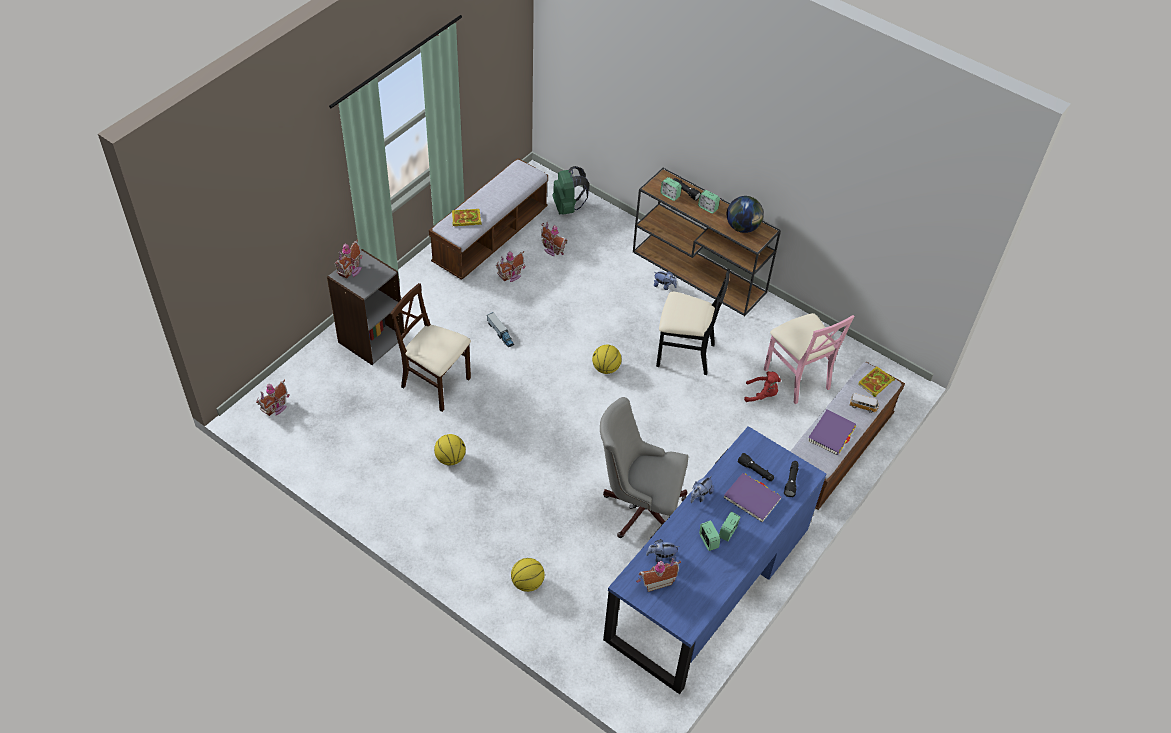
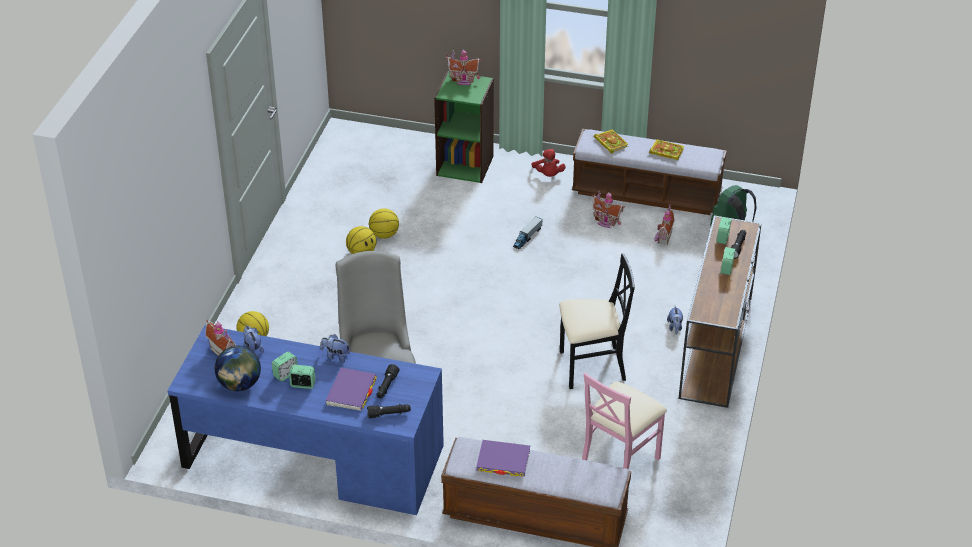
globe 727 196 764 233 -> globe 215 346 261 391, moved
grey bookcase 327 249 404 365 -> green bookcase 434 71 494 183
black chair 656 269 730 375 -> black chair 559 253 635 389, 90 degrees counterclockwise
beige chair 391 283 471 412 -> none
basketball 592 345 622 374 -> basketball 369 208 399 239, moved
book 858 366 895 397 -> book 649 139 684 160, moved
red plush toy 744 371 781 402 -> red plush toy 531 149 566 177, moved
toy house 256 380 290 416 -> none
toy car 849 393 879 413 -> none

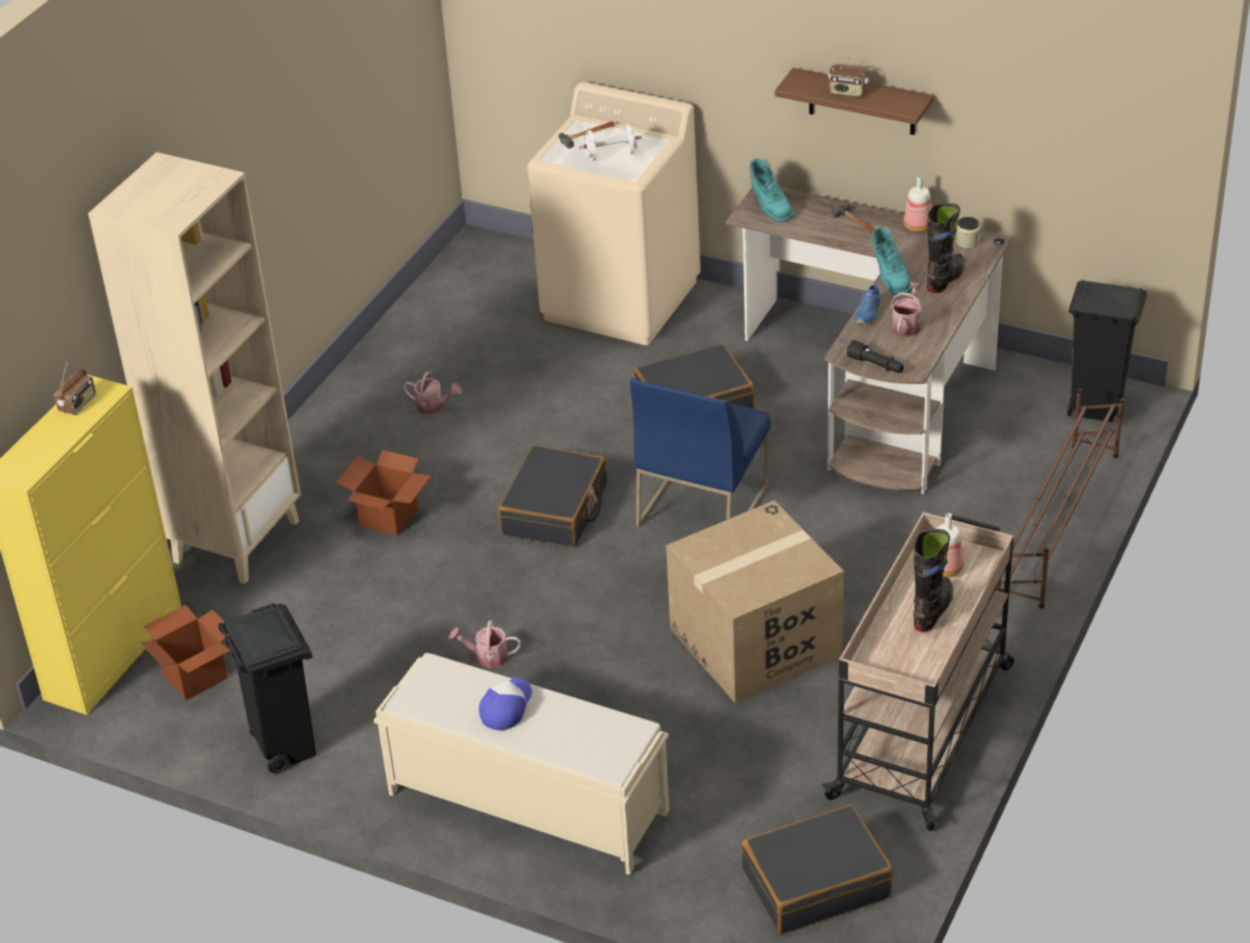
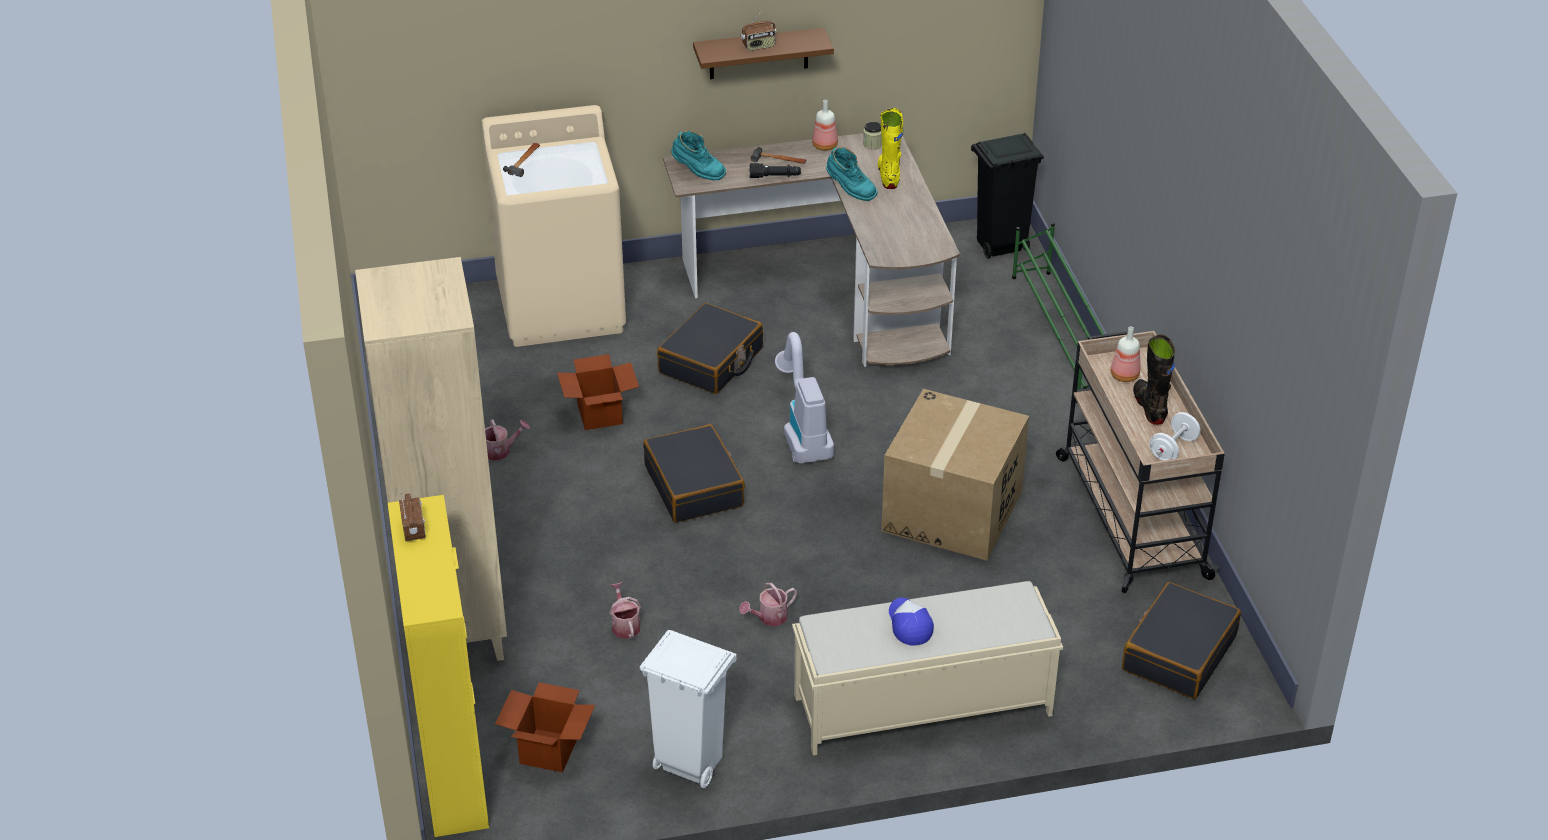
white dumbbell 579 124 642 161 -> white dumbbell 1150 412 1200 461, moved
black boot 927 203 965 293 -> yellow boot 878 108 903 189
blue shoe 854 281 881 325 -> none
watering can 890 282 922 337 -> watering can 610 582 641 639, moved
black flashlight 846 340 904 373 -> black flashlight 750 163 801 178, moved
blue chair 630 378 771 527 -> vacuum cleaner 775 332 834 463
brown shoe rack 996 388 1124 608 -> green shoe rack 1012 223 1105 403
cardboard box 336 450 431 536 -> cardboard box 557 354 639 430, moved
black trash can 218 603 316 773 -> white trash can 640 630 737 788

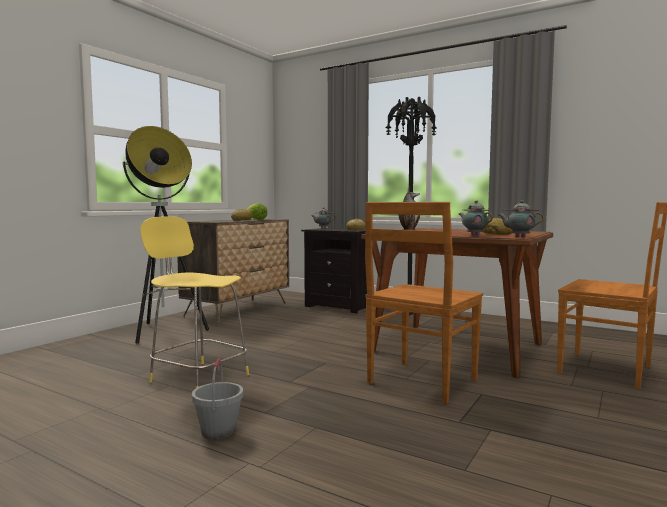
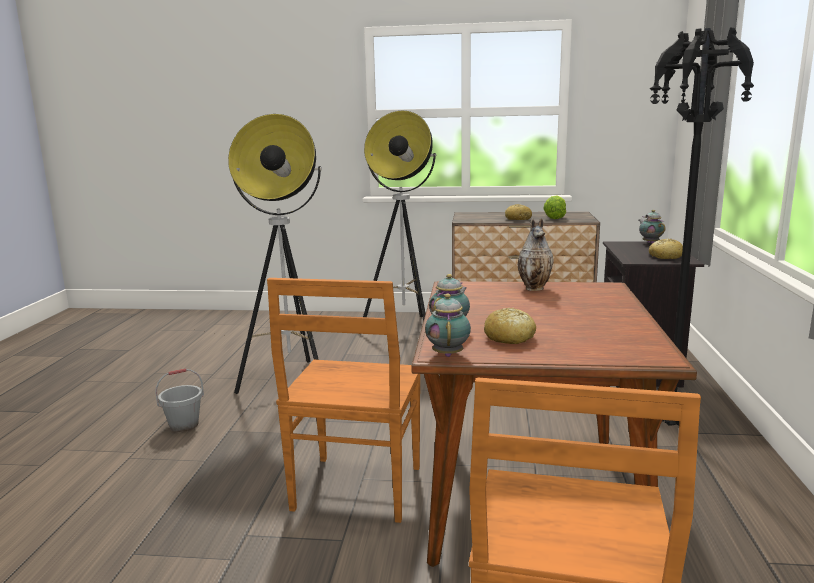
brown chair 365 202 483 404 -> brown chair 267 278 420 523, 90 degrees counterclockwise
yellow stool 140 216 249 388 -> floor lamp 228 114 322 394

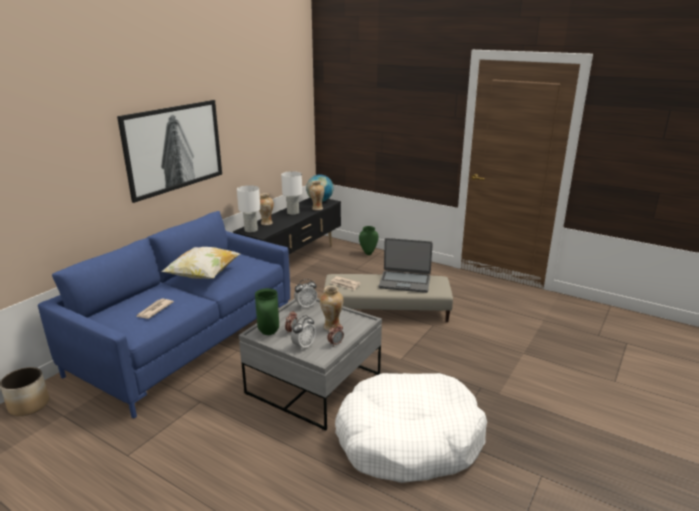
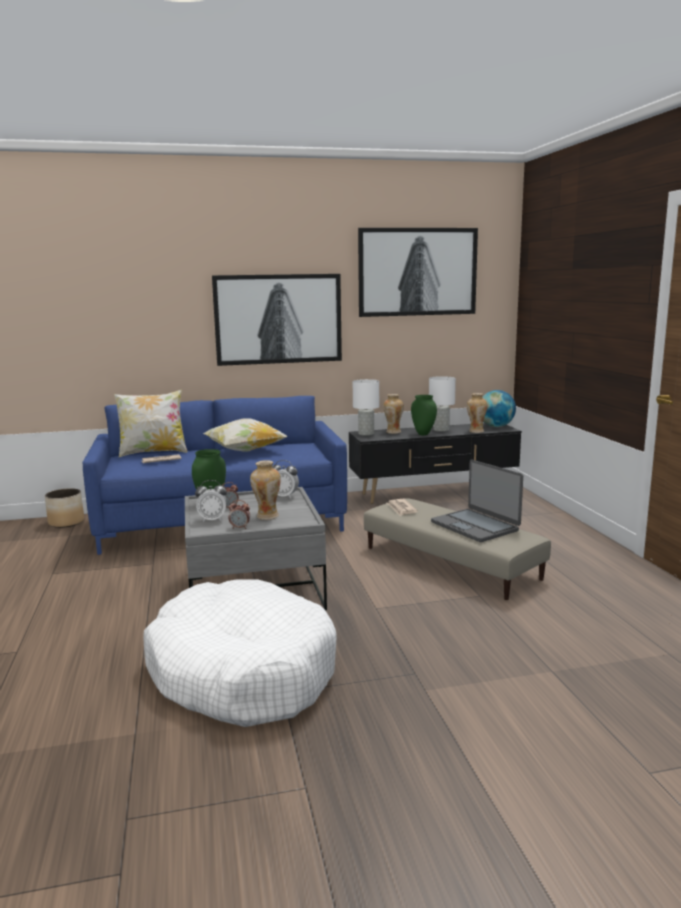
green vase 359 226 378 255 -> green vase 411 395 437 435, moved
none -> picture 358 228 478 317
none -> pillow 114 390 187 457

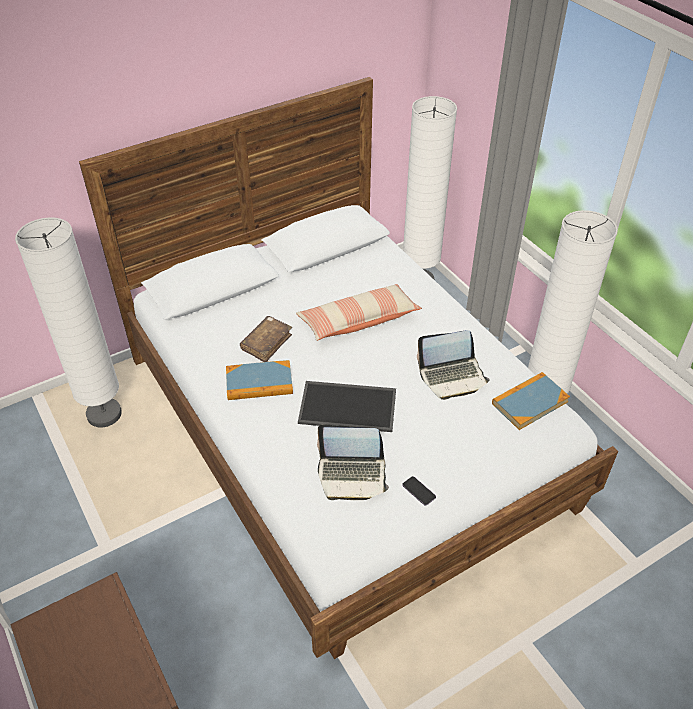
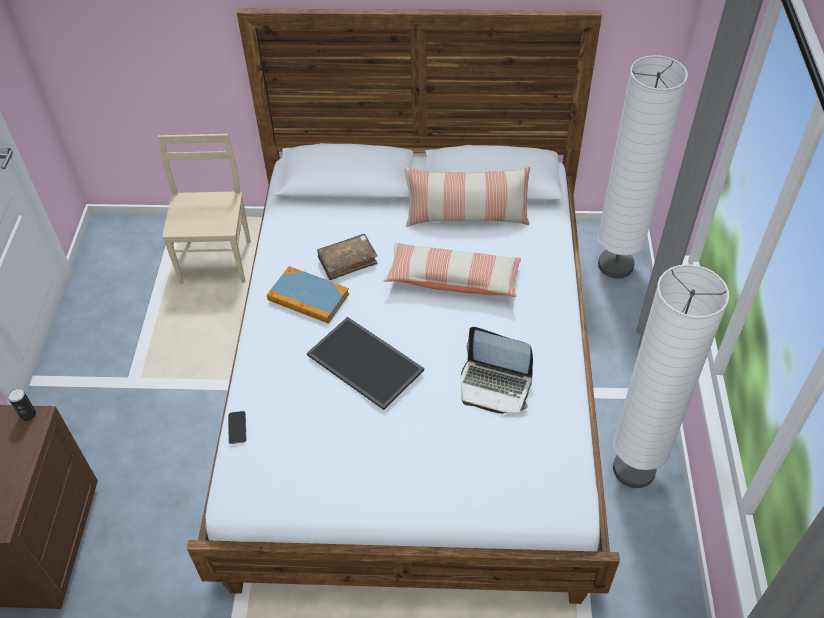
white floor lamp 15 217 122 427 -> beige chair 158 134 251 284
book 492 372 570 430 -> none
laptop 317 425 389 500 -> none
phone 402 476 436 506 -> phone 228 411 246 444, moved
none -> pillow 405 167 530 227
none -> can 8 388 36 421

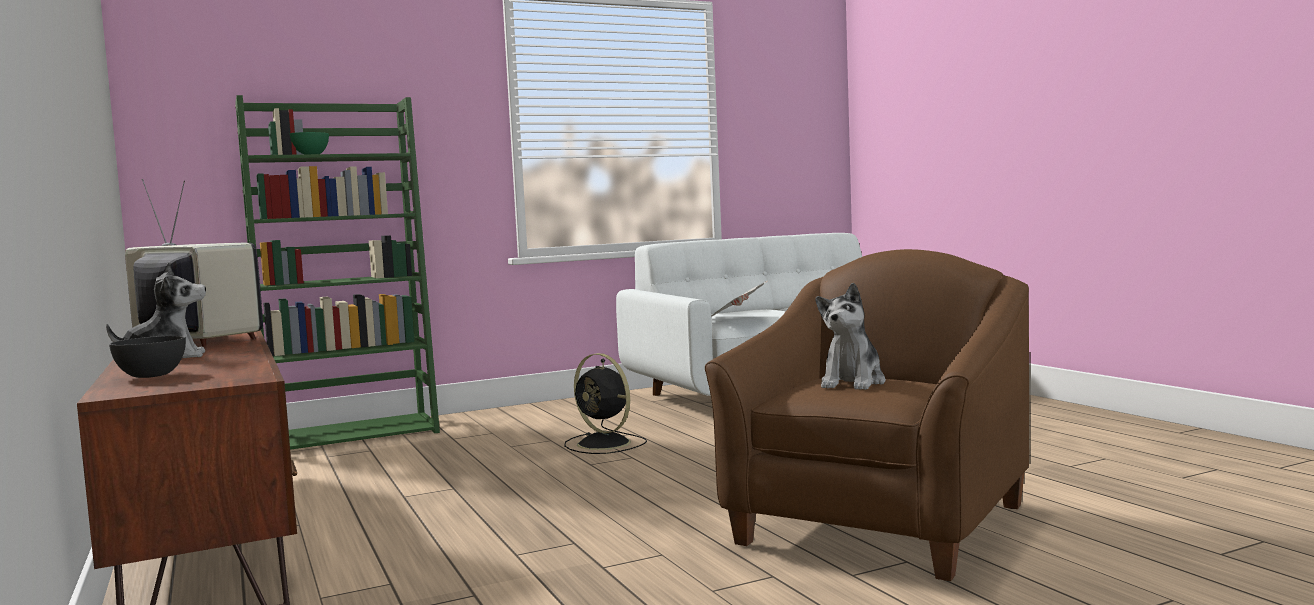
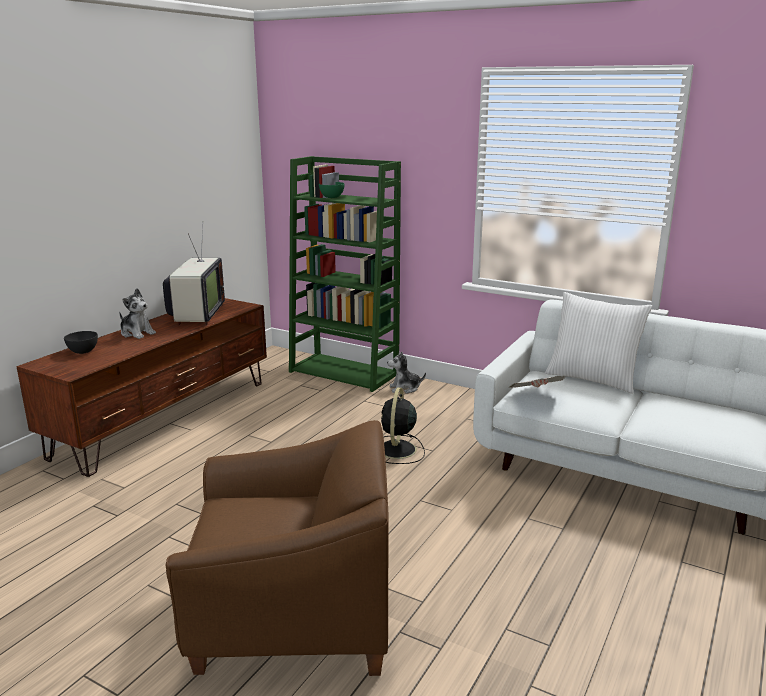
plush toy 816 283 886 390 -> plush toy 387 352 426 393, moved
none -> white pillow 545 292 652 394

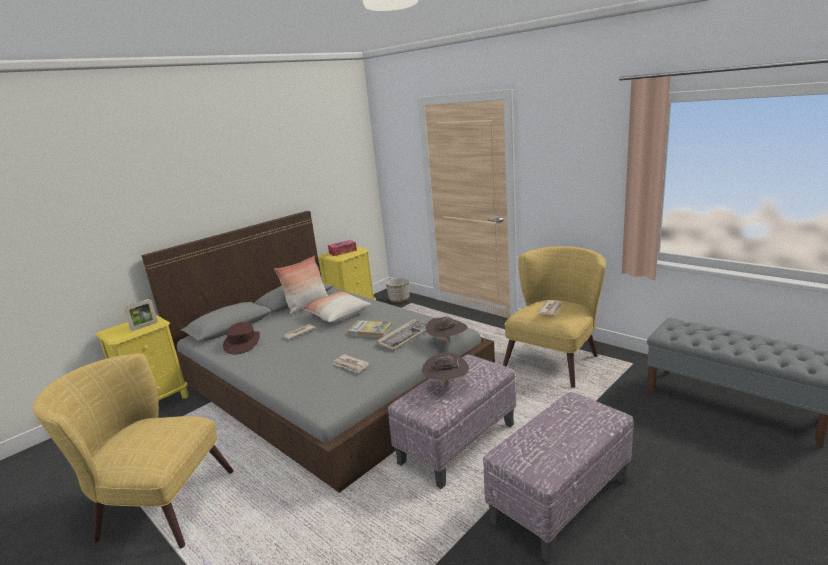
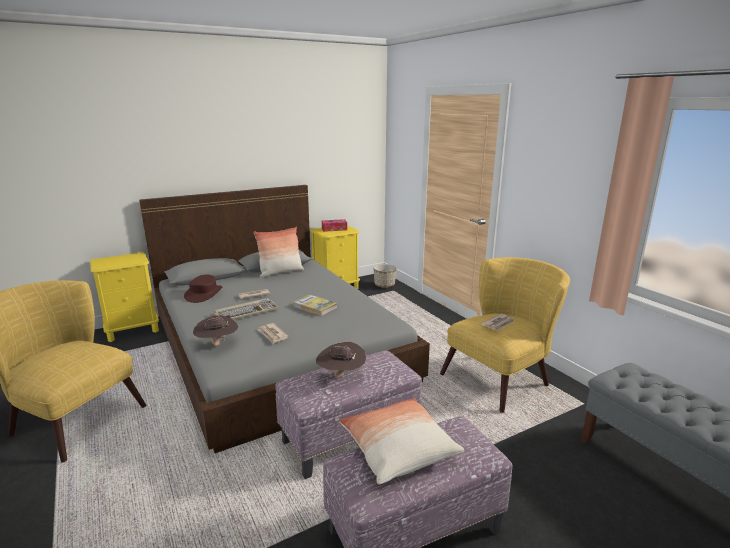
pillow 302 292 371 322 -> pillow 339 398 464 485, moved
picture frame 124 299 158 331 -> none
brown hat 425 317 468 343 -> brown hat 193 315 238 346, moved
keyboard 376 319 427 350 -> keyboard 214 298 279 319, moved

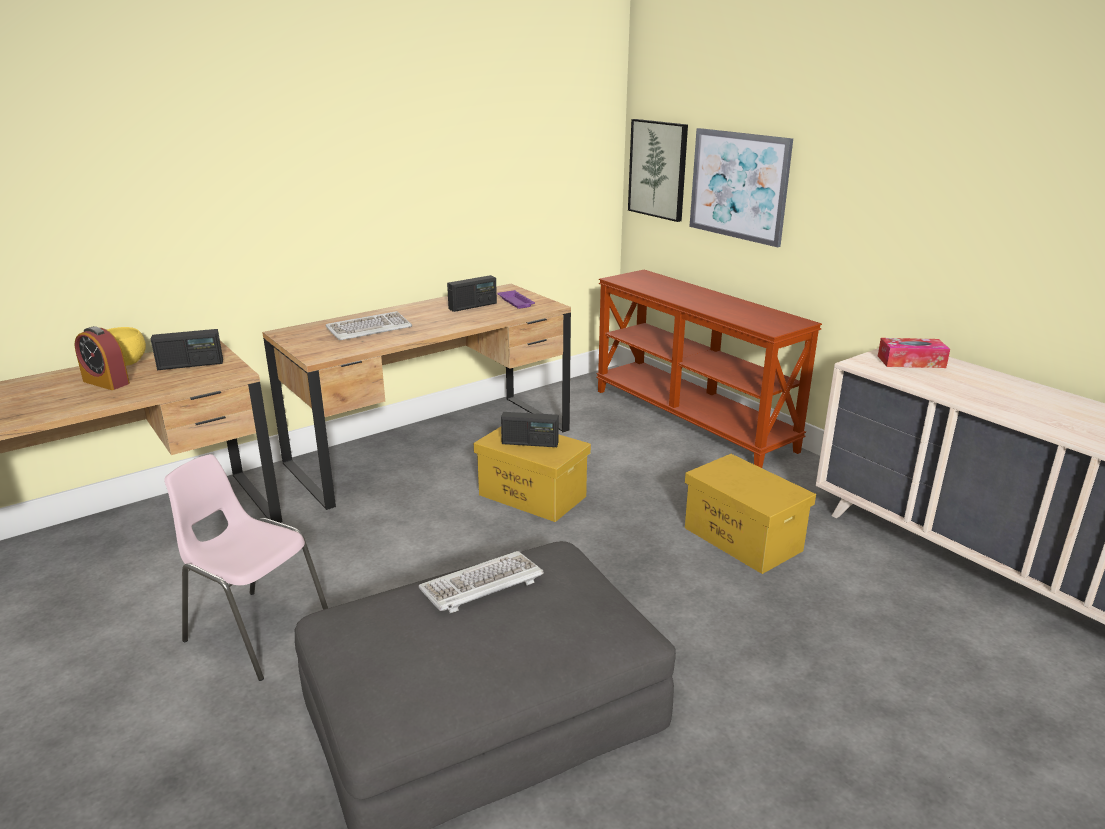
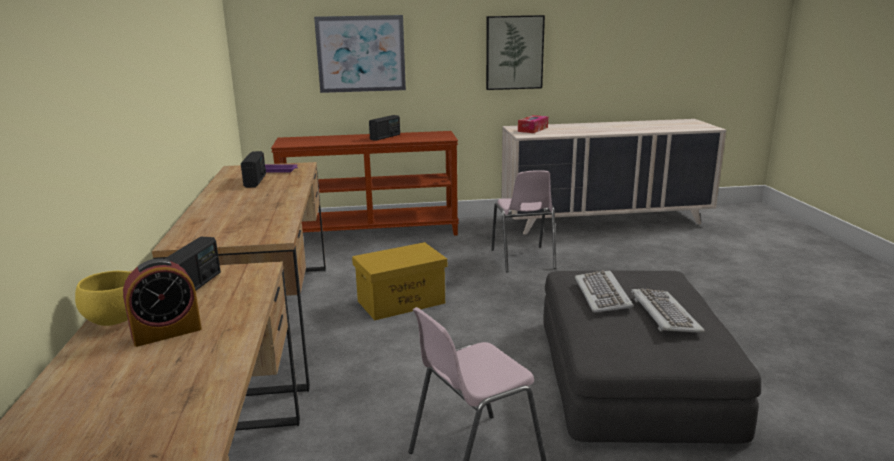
picture 628 119 688 222 -> picture 486 15 545 90, moved
keyboard 326 311 412 340 -> keyboard 631 288 705 333, moved
radio 501 412 559 447 -> radio 369 115 400 141, moved
yellow storage box 685 454 816 574 -> pink chair 491 170 556 272

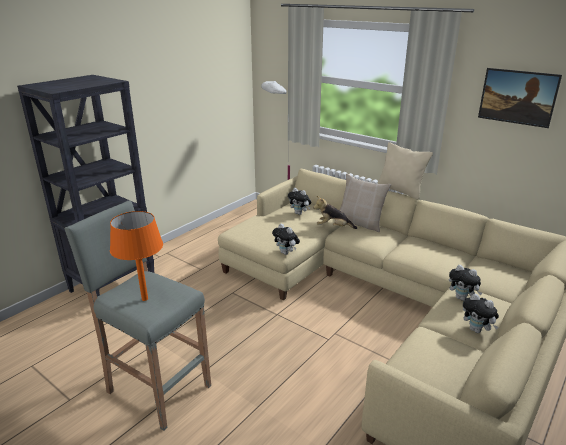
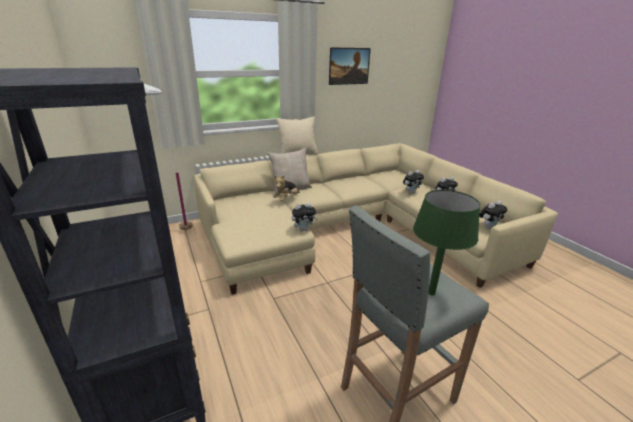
plush toy 288 188 312 215 -> plush toy 479 201 507 229, moved
orange table lamp 110 211 163 301 -> green table lamp 413 190 480 295

